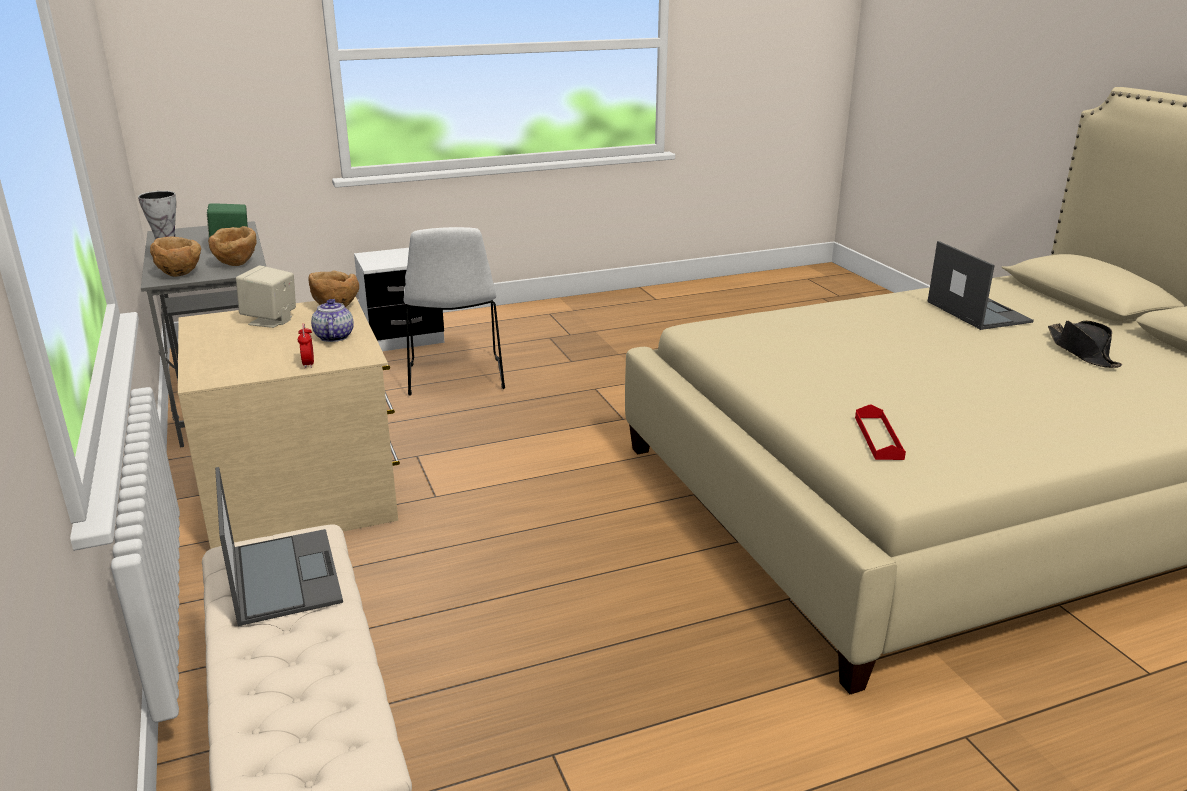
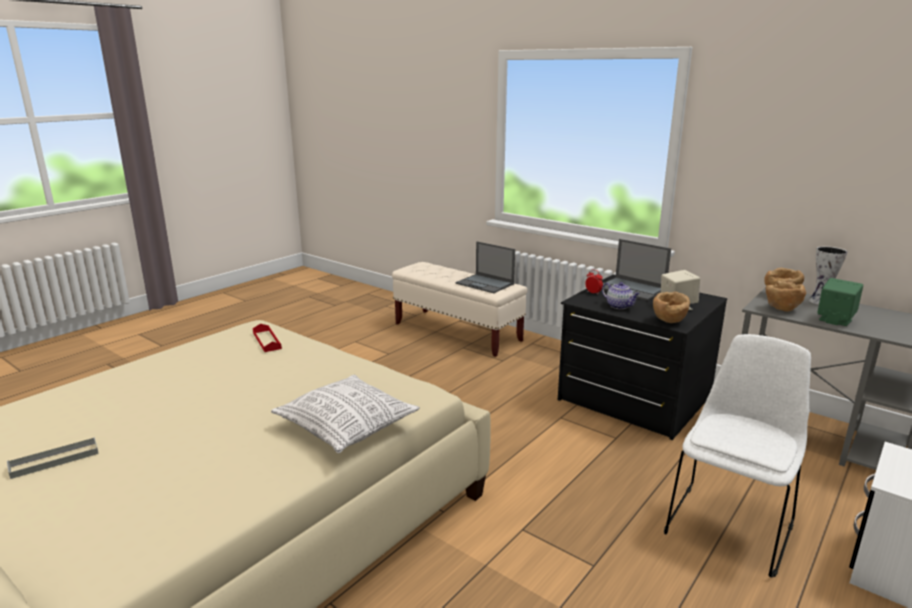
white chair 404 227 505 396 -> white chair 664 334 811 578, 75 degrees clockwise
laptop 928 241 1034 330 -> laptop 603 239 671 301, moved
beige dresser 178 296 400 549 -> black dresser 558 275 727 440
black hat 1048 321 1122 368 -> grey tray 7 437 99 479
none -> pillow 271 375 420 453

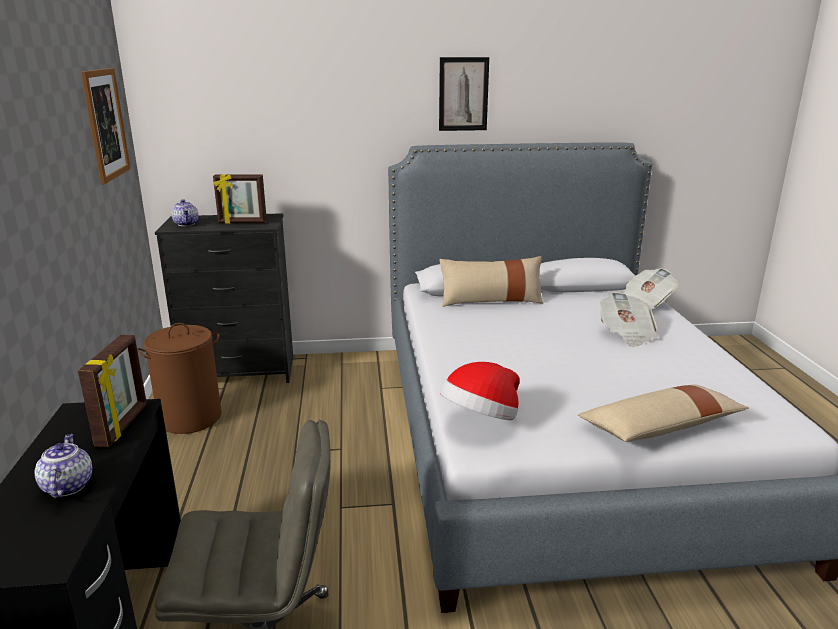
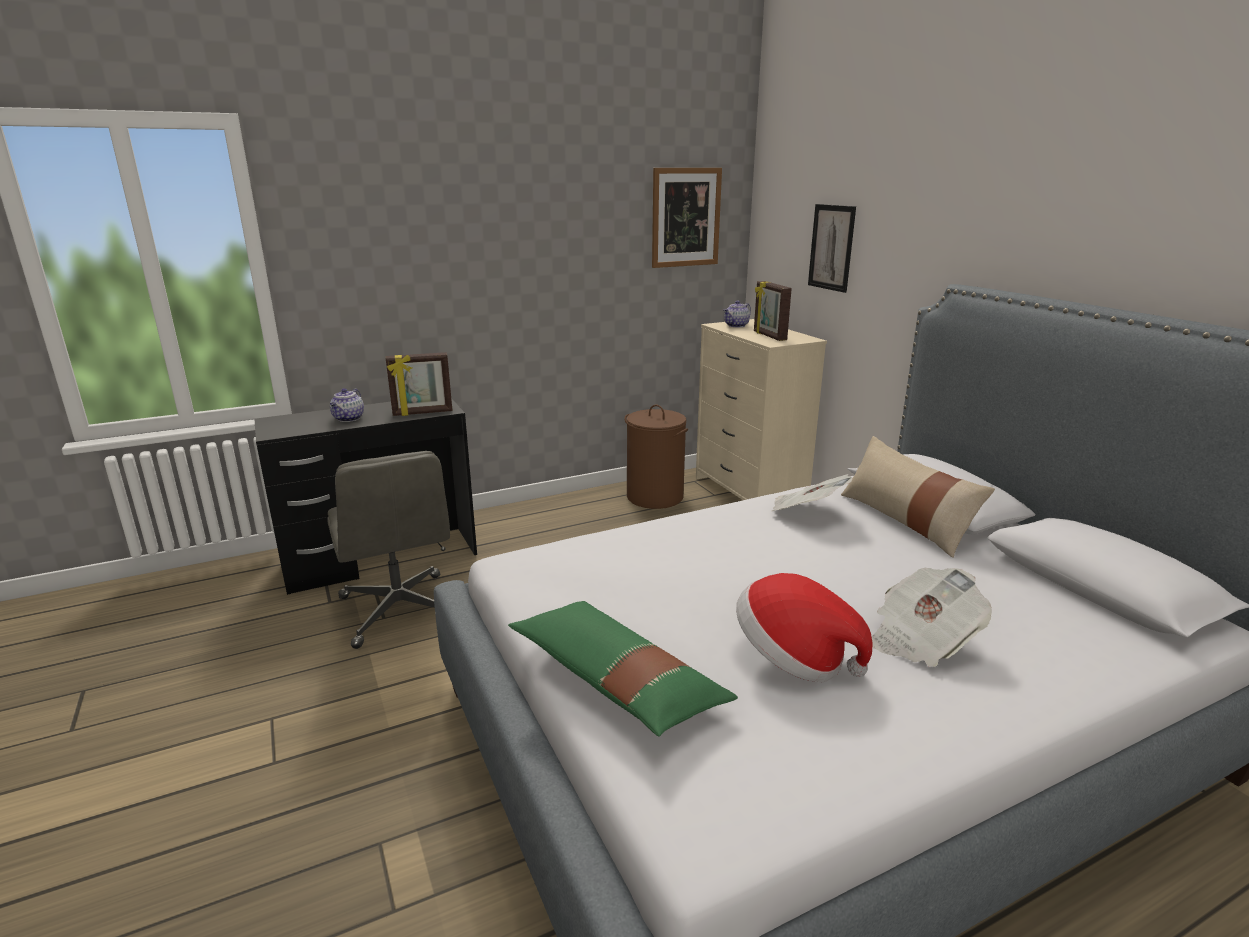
picture 439 57 489 131 -> picture 808 204 856 293, moved
black dresser 155 213 293 383 -> beige dresser 696 319 827 500
newspaper 623 268 678 310 -> newspaper 772 474 853 511, moved
hat 440 362 520 420 -> hat 736 573 873 682, moved
beige pillow 578 385 749 442 -> green pillow 508 601 738 736
teapot 35 434 92 498 -> teapot 330 388 364 422, 135 degrees clockwise

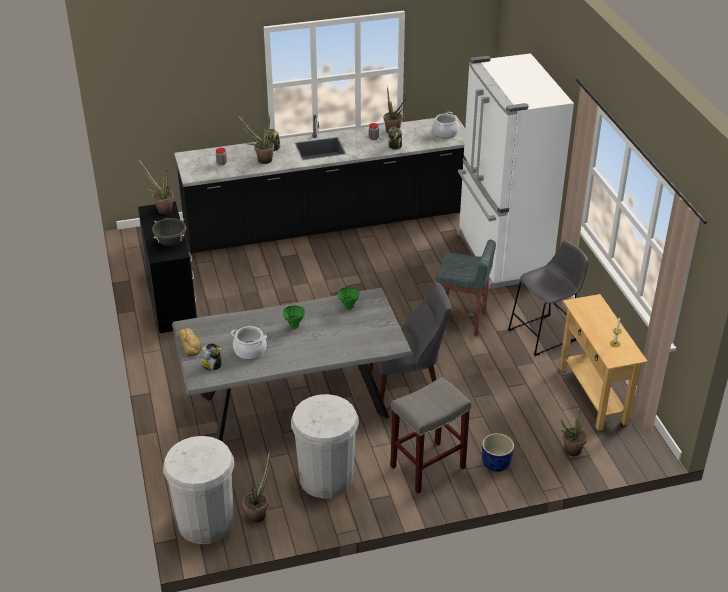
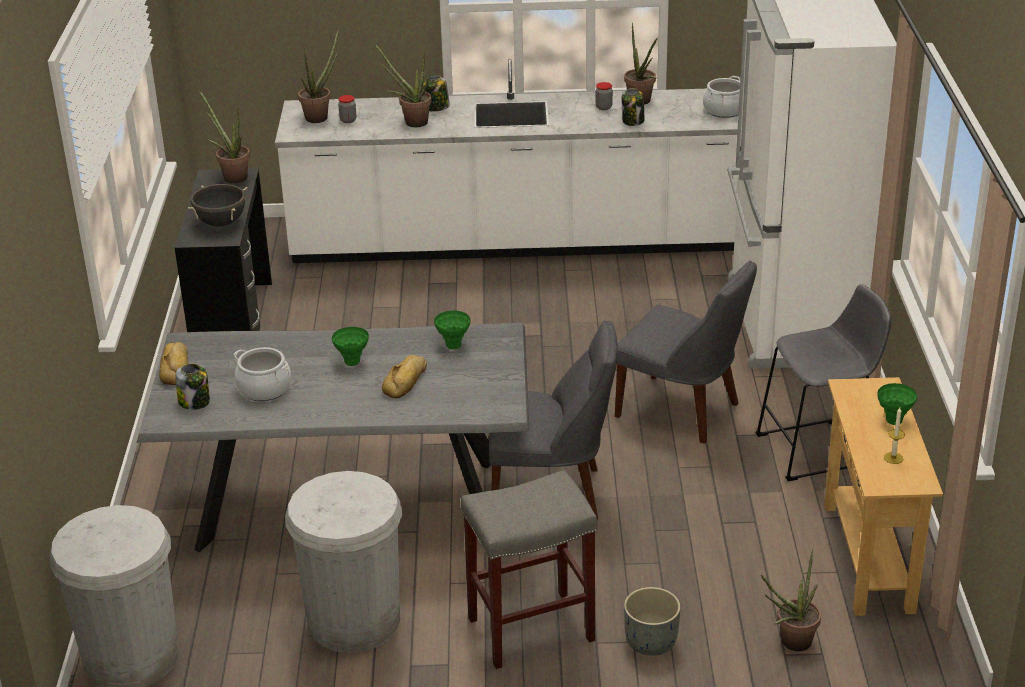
black counter 175 114 465 253 -> white counter 275 59 738 263
grey stool 436 240 496 336 -> grey chair 615 261 757 444
blue planter 482 433 514 472 -> grey planter 624 587 681 656
potted plant 243 450 270 522 -> potted plant 298 29 339 123, moved
none -> bread 382 355 427 398
none -> green vase 877 383 917 425

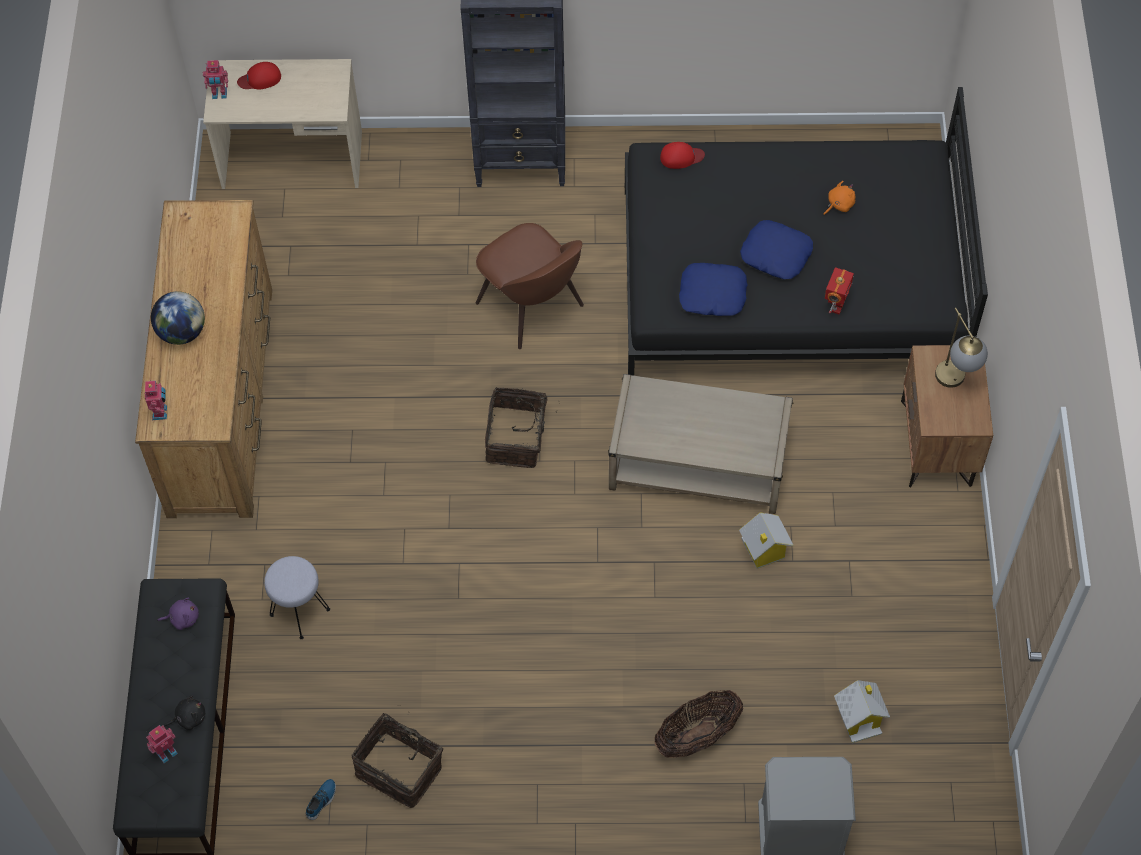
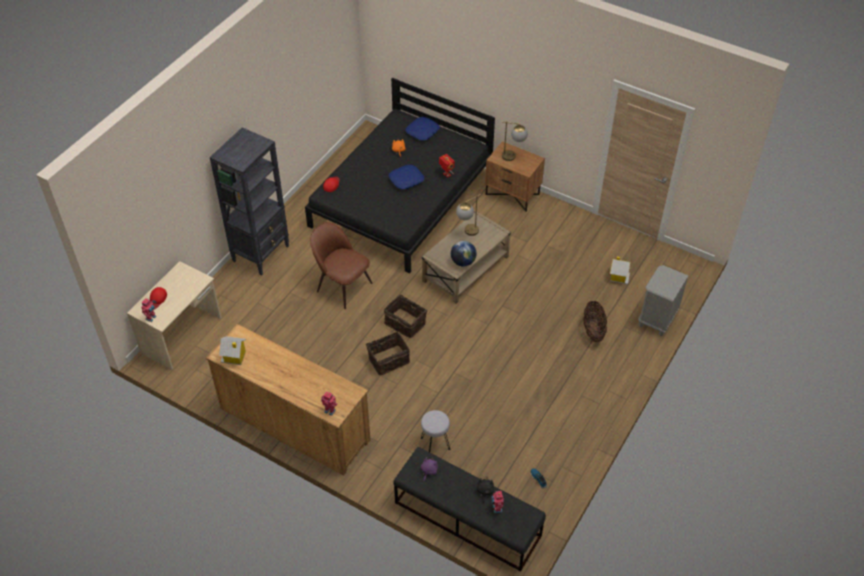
brown chair 475 223 584 349 -> brown chair 310 222 373 309, 135 degrees counterclockwise
blue pillow 679 263 748 316 -> blue pillow 405 117 440 141, moved
globe 151 291 205 345 -> globe 451 241 477 267, moved
toy house 739 513 794 569 -> toy house 219 336 246 365, moved
basket 352 705 443 808 -> basket 366 332 410 375, moved
none -> table lamp 456 194 481 236

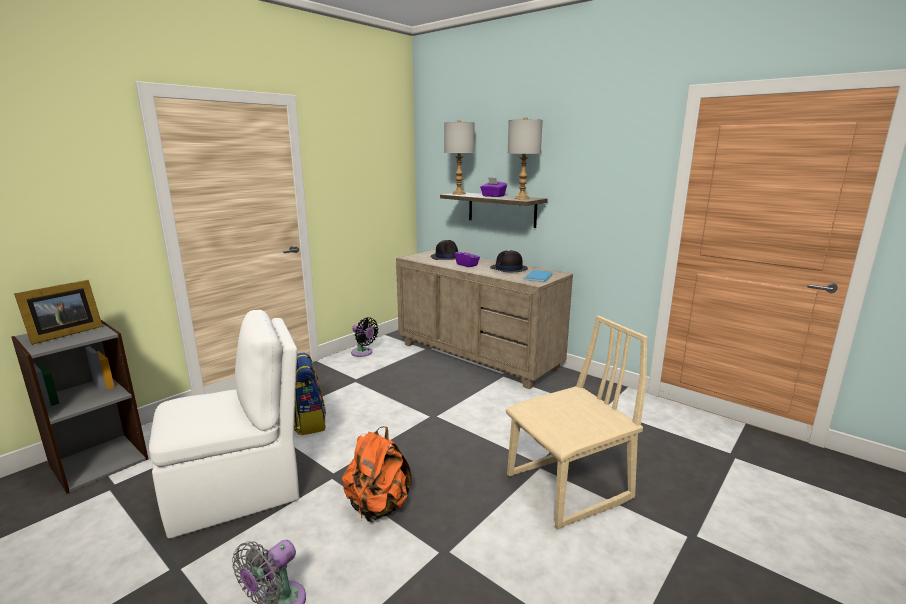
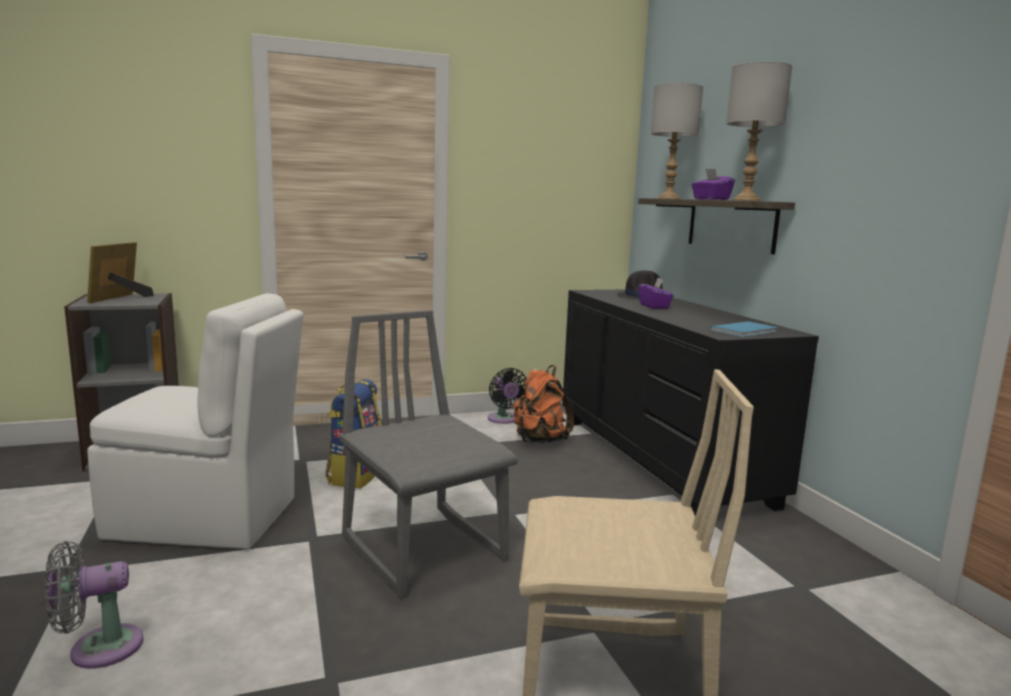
beige dresser 396 250 573 389 -> black dresser 562 290 819 516
black hat 490 250 528 272 -> none
picture frame 14 280 103 345 -> picture frame 87 242 154 303, 120 degrees clockwise
orange backpack 342 426 412 522 -> orange backpack 513 365 574 444, moved
none -> grey chair 340 310 518 598

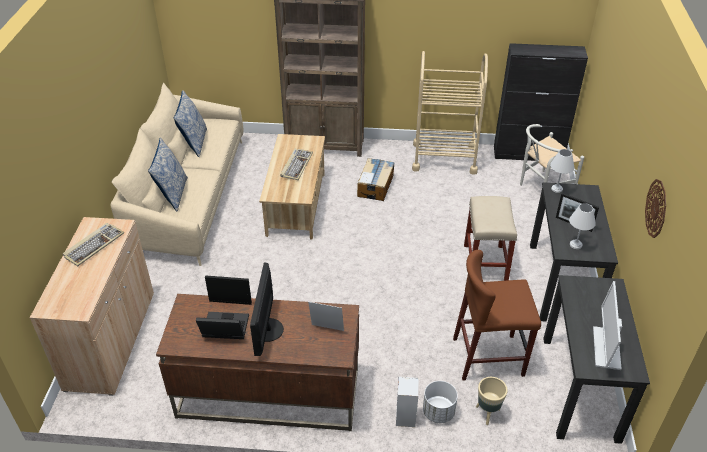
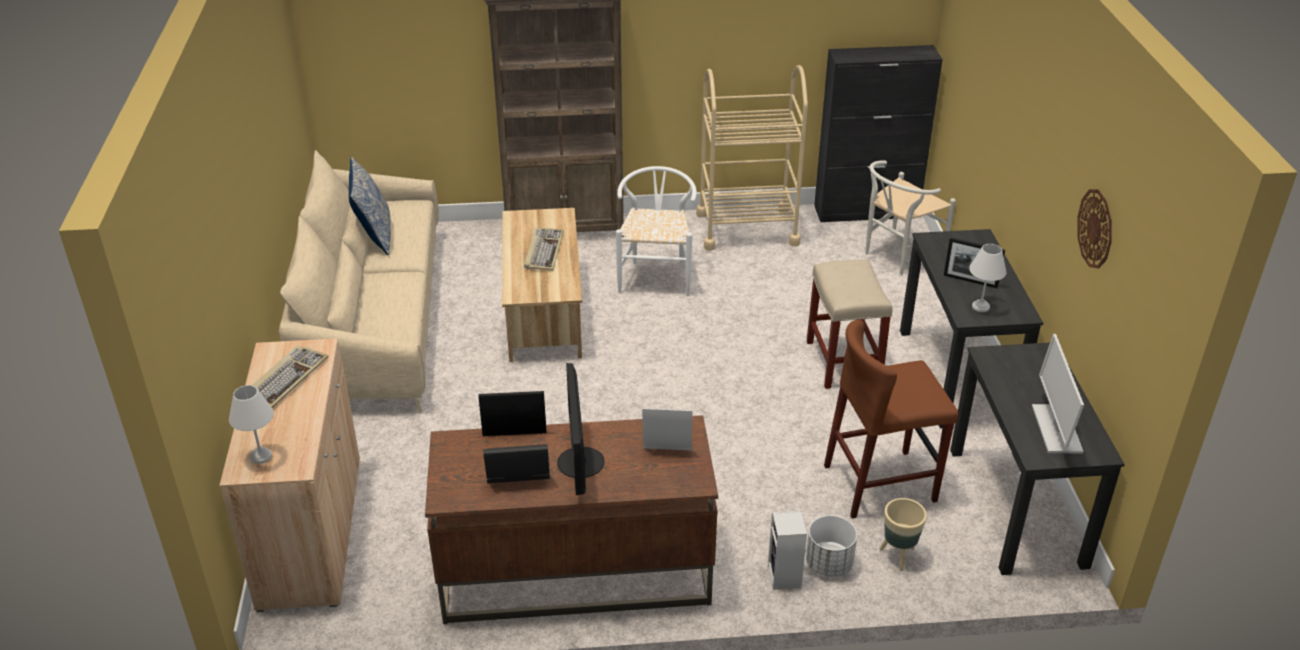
pillow 148 138 188 212 -> none
white table lamp 550 149 574 193 -> white table lamp 229 385 274 464, moved
cardboard box 357 158 395 201 -> white chair 616 166 697 296

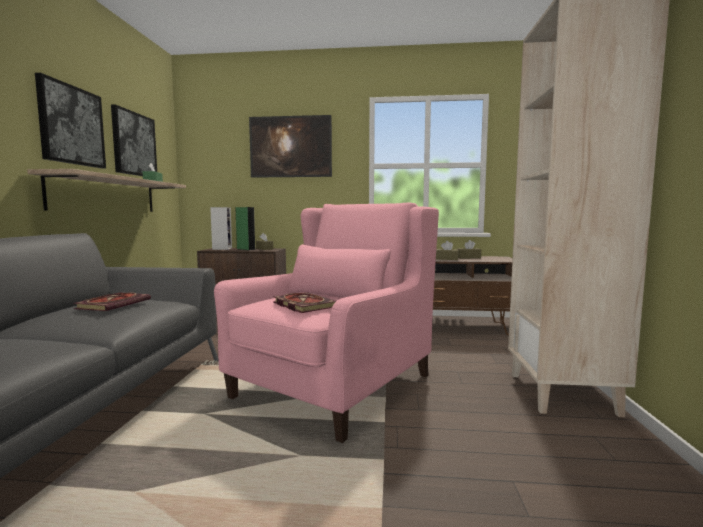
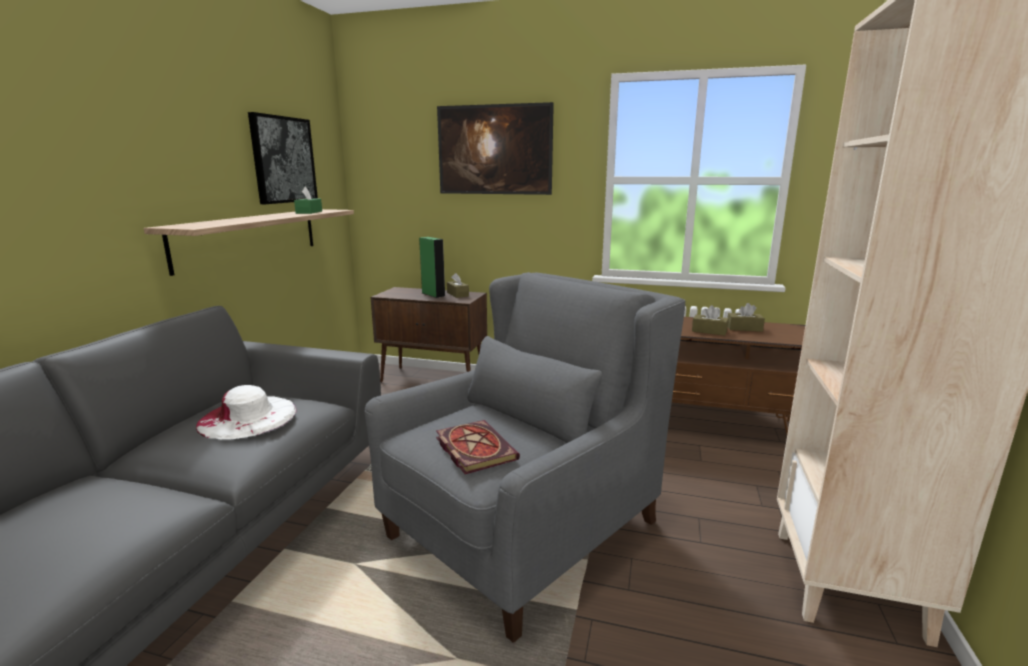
picture 35 73 106 168 -> none
pink armchair 214 202 439 443 -> grey armchair 365 272 685 643
speaker 210 207 232 250 -> none
book 73 292 151 311 -> white hat 196 385 297 439

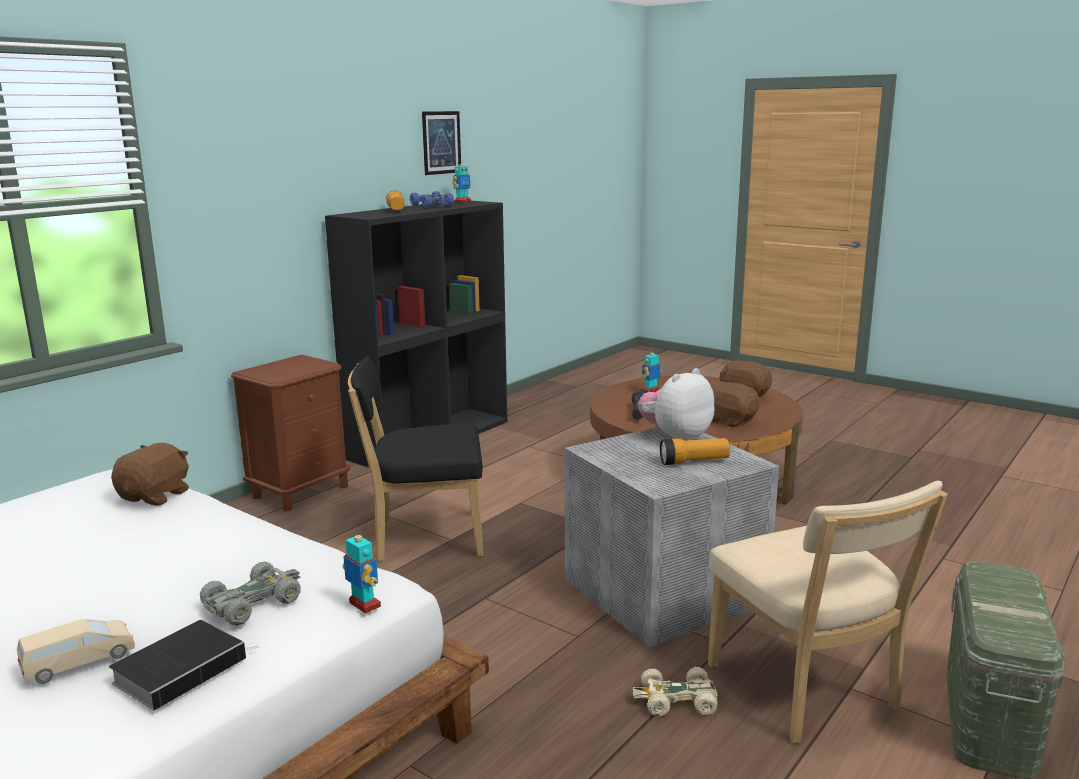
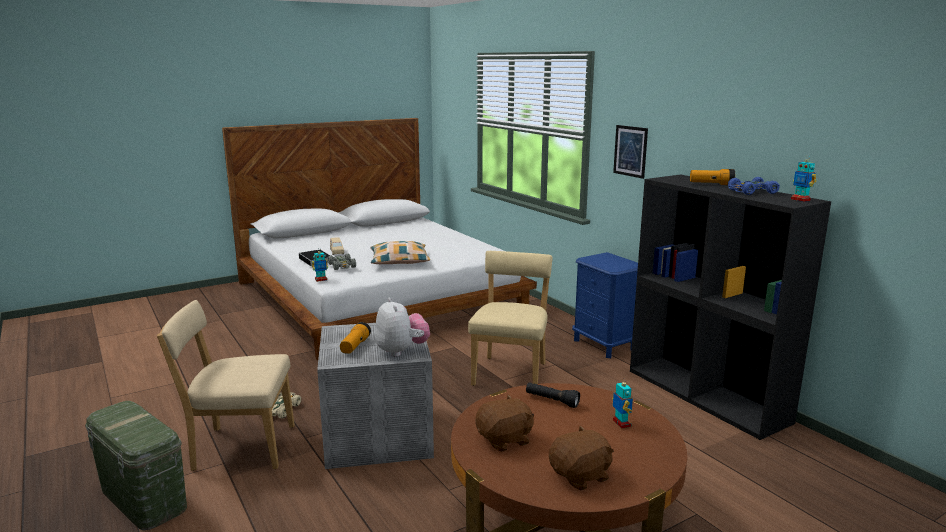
picture 422 111 461 175 -> picture 613 125 648 179, moved
brown nightstand 231 355 350 512 -> blue nightstand 572 252 638 358
black chair 348 357 483 561 -> beige chair 468 251 553 386
brown plush toy 111 443 189 506 -> none
none -> pillow 370 241 430 264

